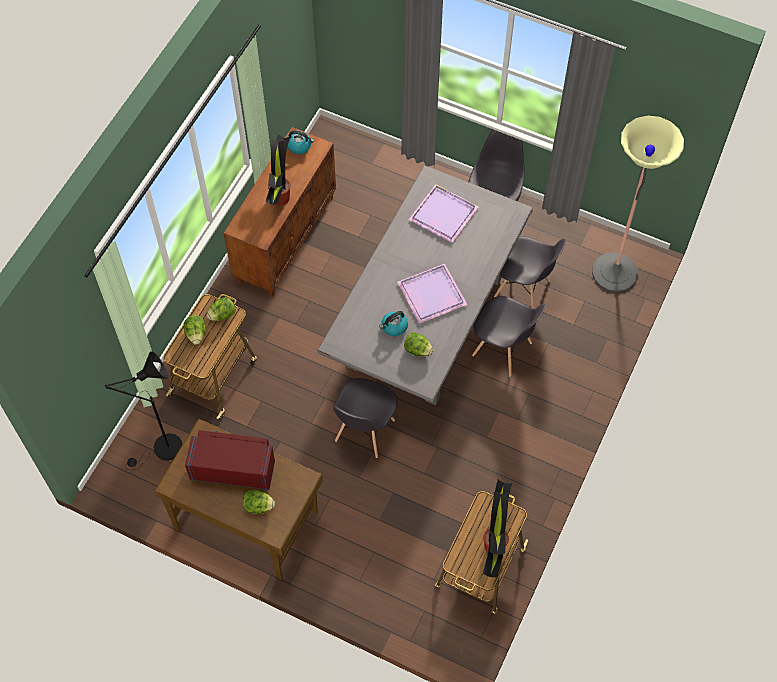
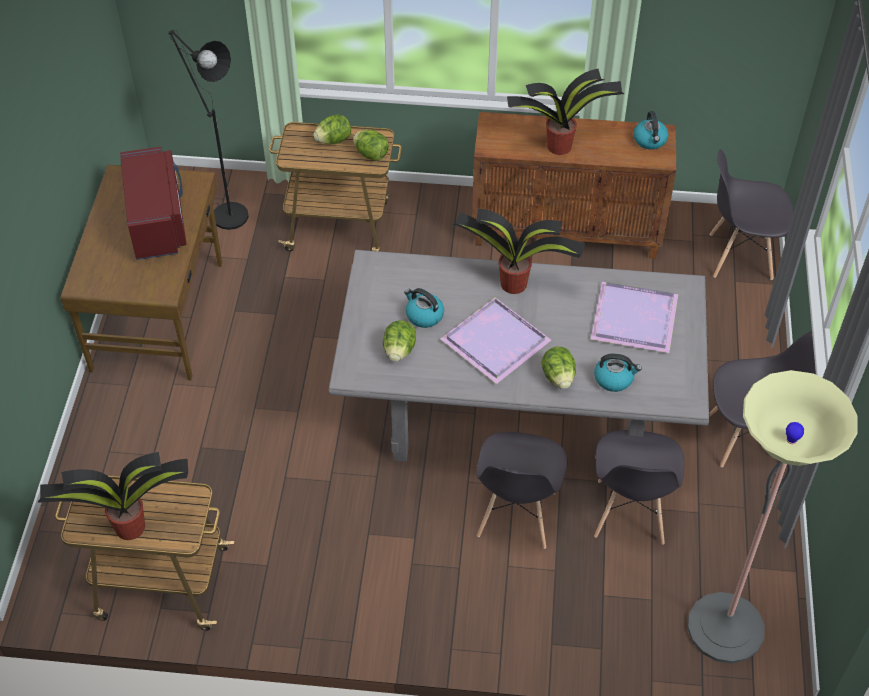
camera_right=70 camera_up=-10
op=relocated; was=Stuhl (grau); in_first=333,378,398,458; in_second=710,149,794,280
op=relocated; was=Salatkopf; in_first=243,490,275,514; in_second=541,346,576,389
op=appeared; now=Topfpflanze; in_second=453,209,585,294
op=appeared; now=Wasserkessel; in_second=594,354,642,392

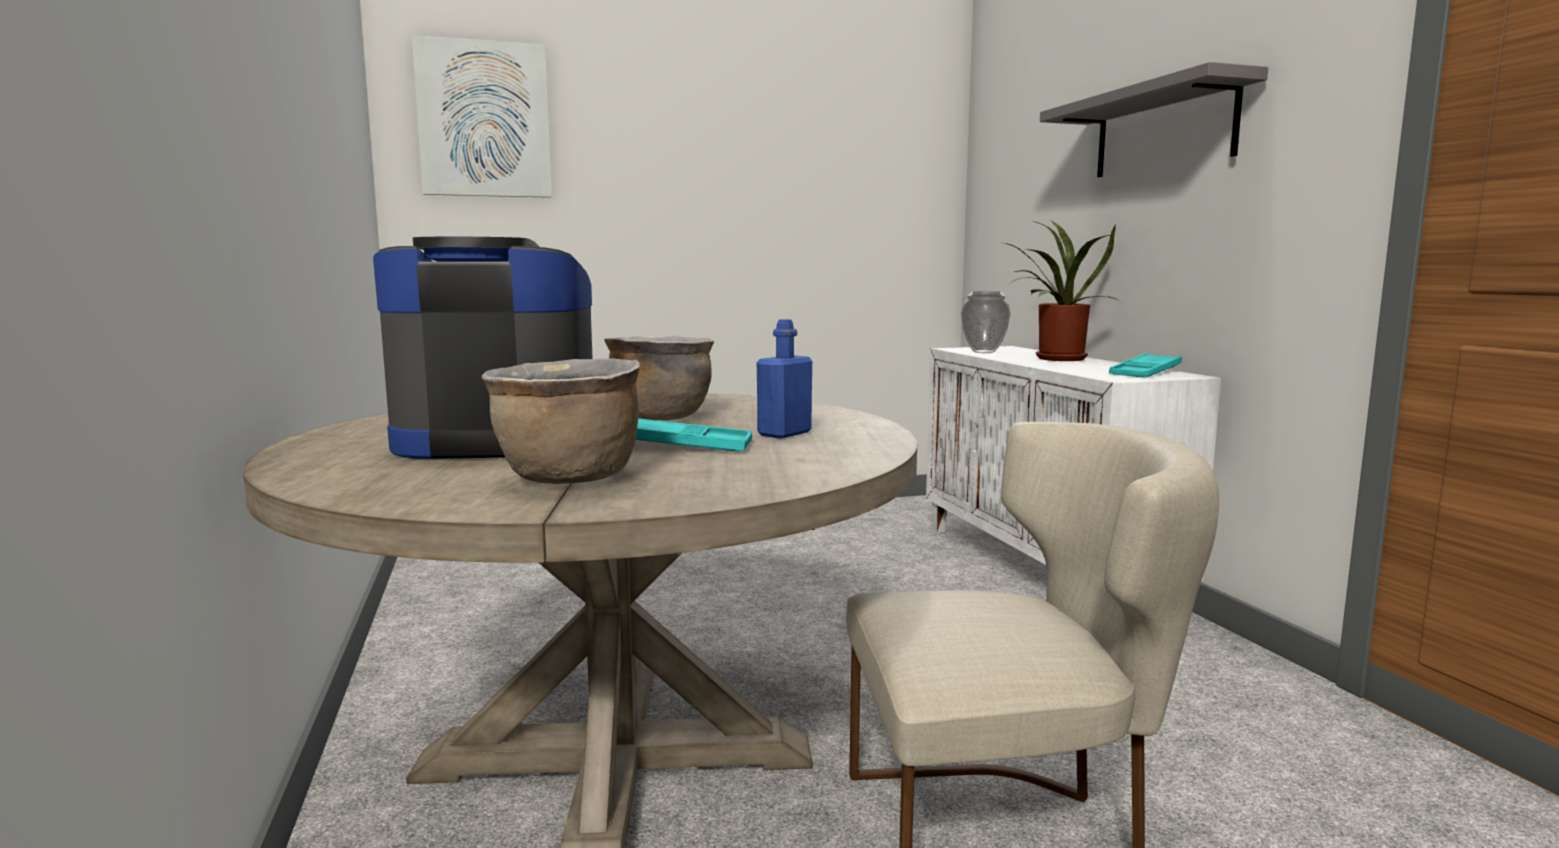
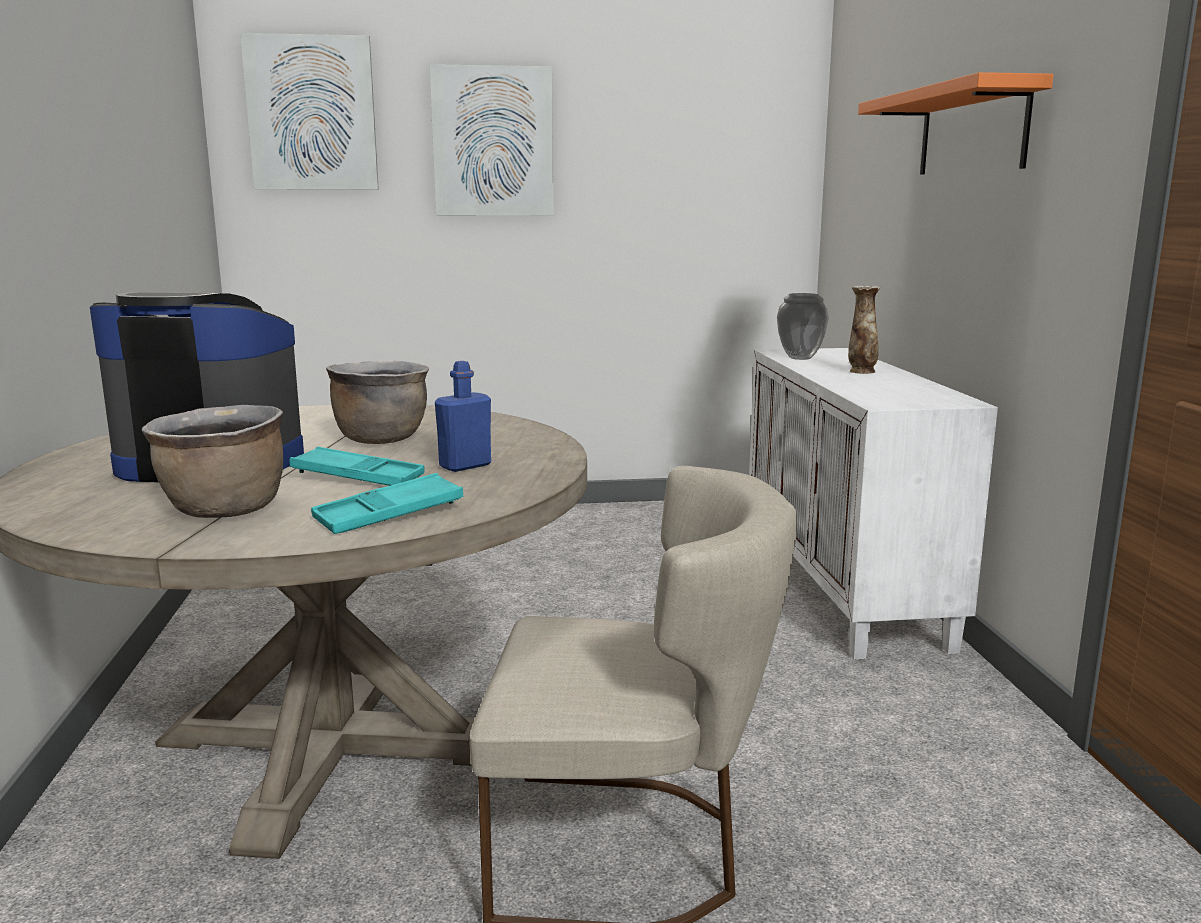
camera_right=10 camera_up=5
op=colour; was=Wandregal (grau); now=Wandregal (orange); in_first=1040,62,1268,177; in_second=858,72,1054,175
op=exchanged; was=Topfpflanze; now=Vase; in_first=1005,221,1119,361; in_second=848,286,880,374
op=relocated; was=Tablett (türkis); in_first=1109,353,1182,378; in_second=311,473,464,534
op=appeared; now=Bild; in_second=430,64,554,215

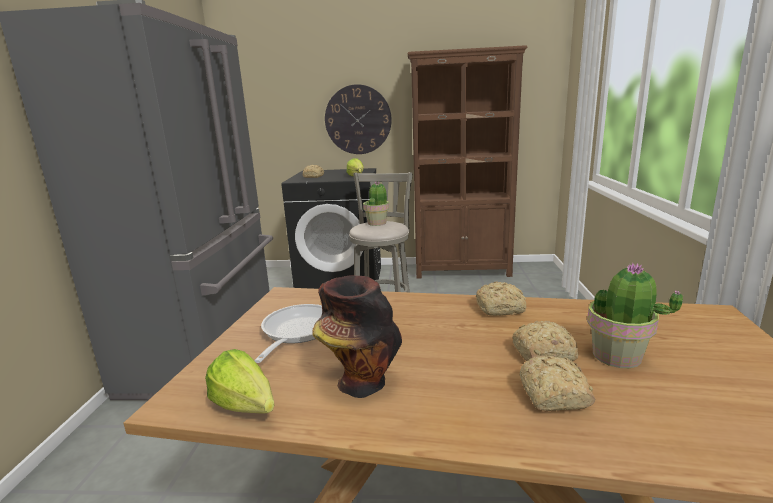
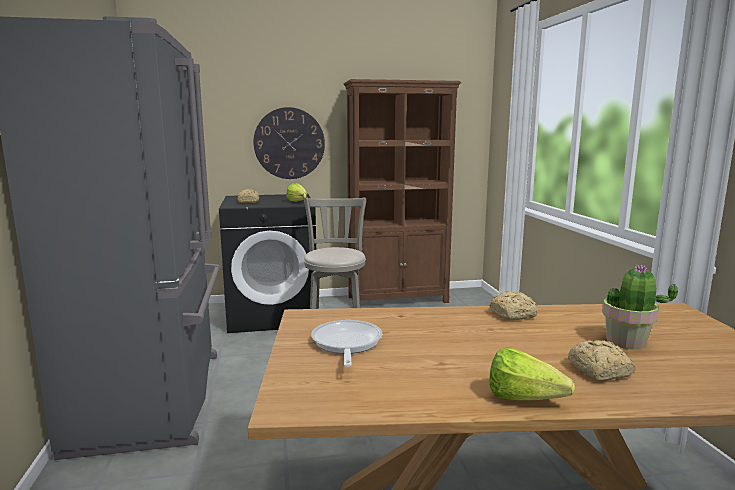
camera_right=-15 camera_up=-5
op=missing; was=Topfpflanze; in_first=363,181,389,226
op=missing; was=Vase; in_first=312,275,402,398
op=missing; was=Brot; in_first=512,321,579,361
op=relocated; was=Salatkopf; in_first=205,349,275,413; in_second=489,347,575,401

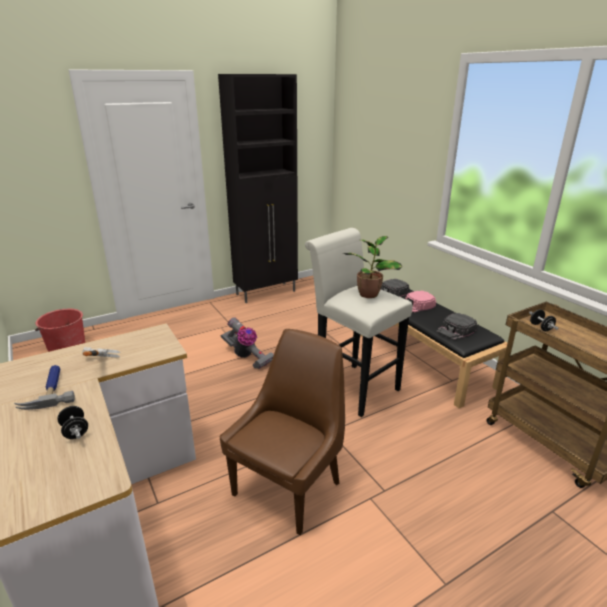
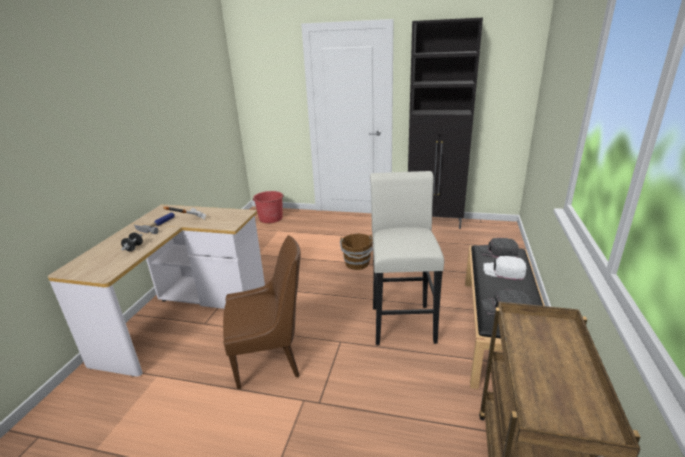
camera_right=45 camera_up=0
op=missing; was=Topfpflanze; in_first=344,236,403,298
op=colour; was=Kappe (rosa); now=Kappe (weiß); in_first=405,290,436,313; in_second=484,256,526,280
op=missing; was=Hantel (schwarz); in_first=529,310,559,331
op=exchanged; was=Staubsauger; now=Eimer (braun); in_first=221,317,274,369; in_second=340,233,373,270

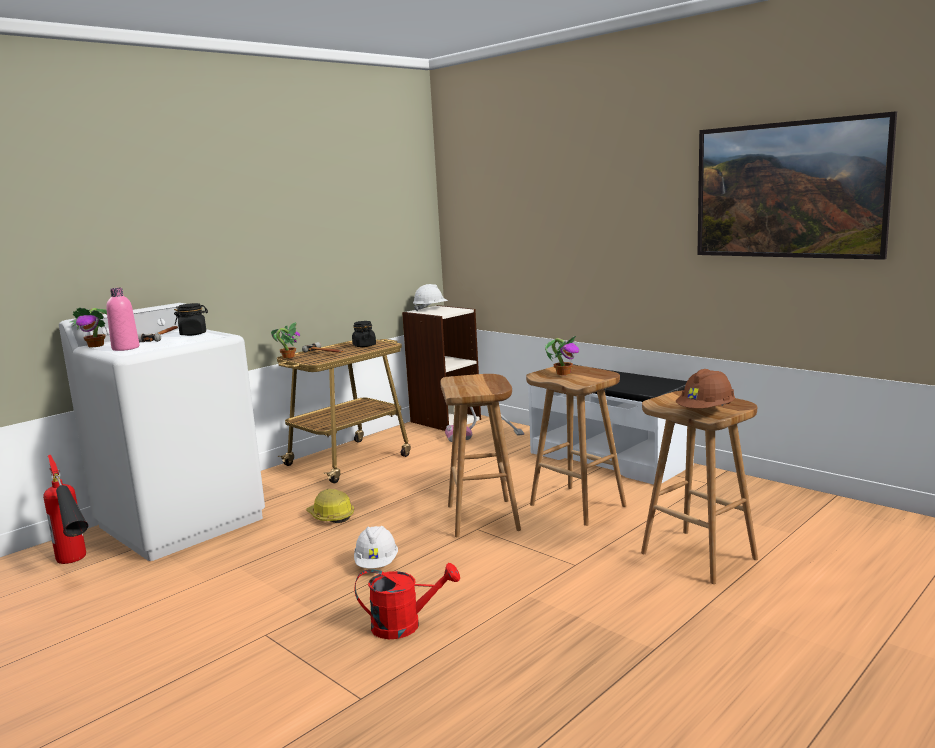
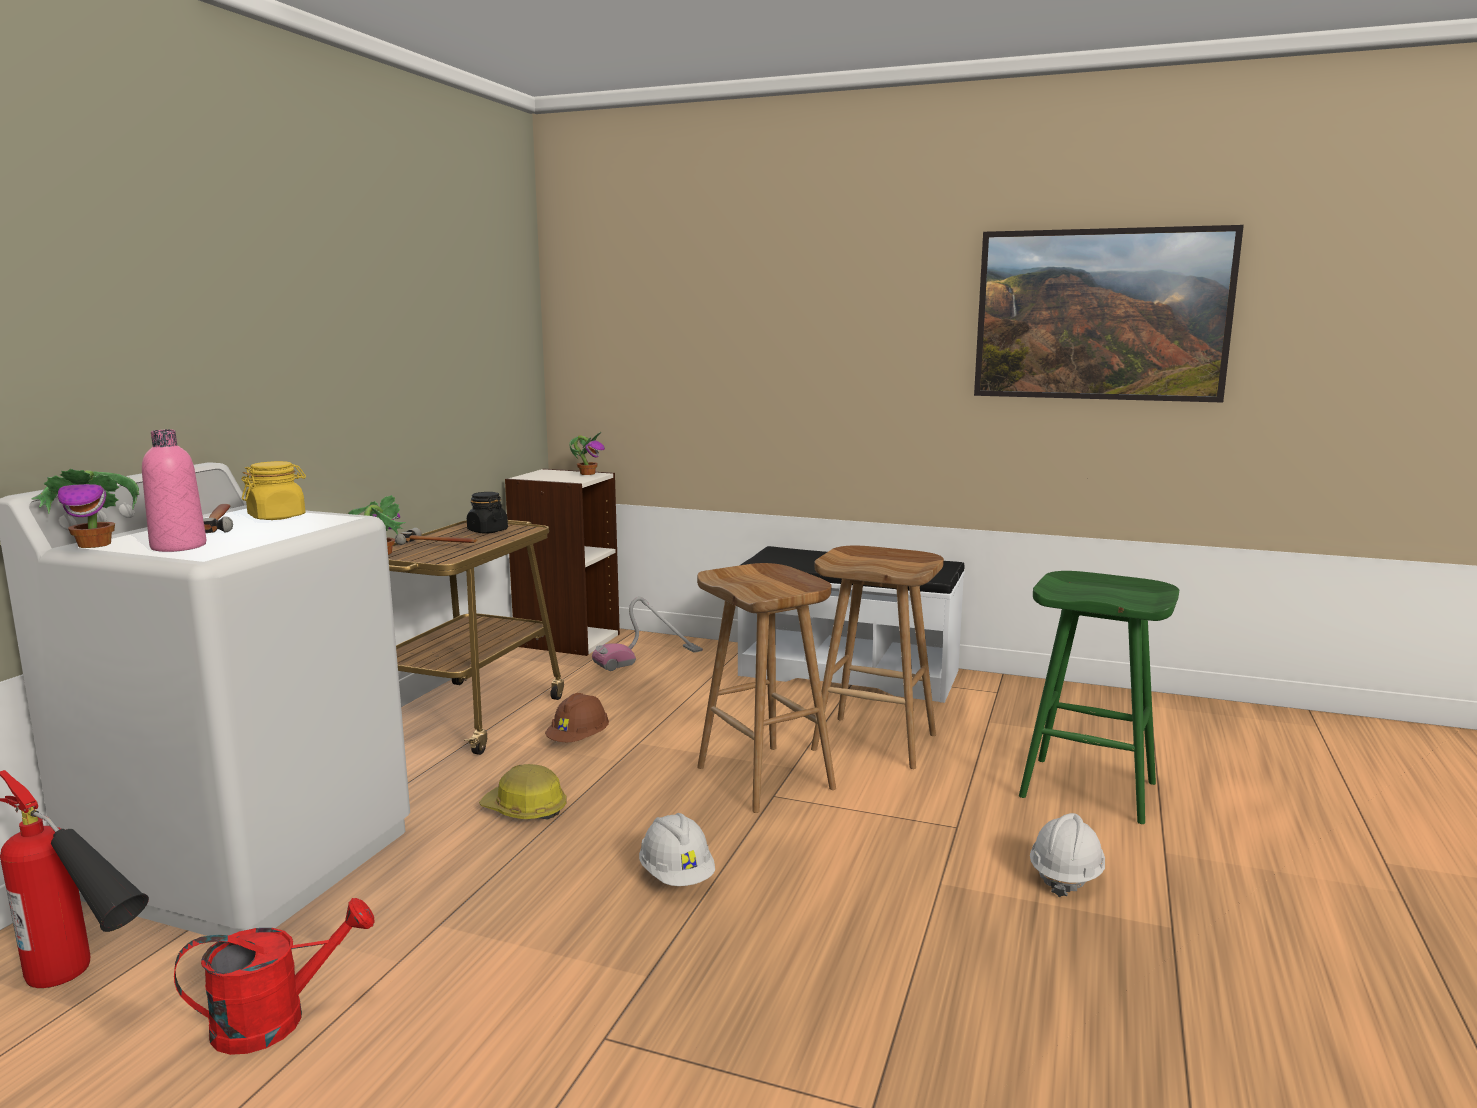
camera_right=-25 camera_up=0
op=relocated; was=Schutzhelm (weiß); in_first=413,284,448,311; in_second=1030,813,1105,897
op=colour; was=Vorratsglas (schwarz); now=Vorratsglas (gelb); in_first=174,303,208,336; in_second=242,461,306,520
op=relocated; was=Topfpflanze; in_first=545,336,579,375; in_second=569,432,605,475
op=relocated; was=Schutzhelm (braun); in_first=676,369,735,409; in_second=545,693,609,742
op=colour; was=Hocker (braun); now=Hocker (grün); in_first=641,391,758,584; in_second=1019,571,1179,824
op=relocated; was=Gießkanne (rot); in_first=354,563,460,639; in_second=174,898,375,1055

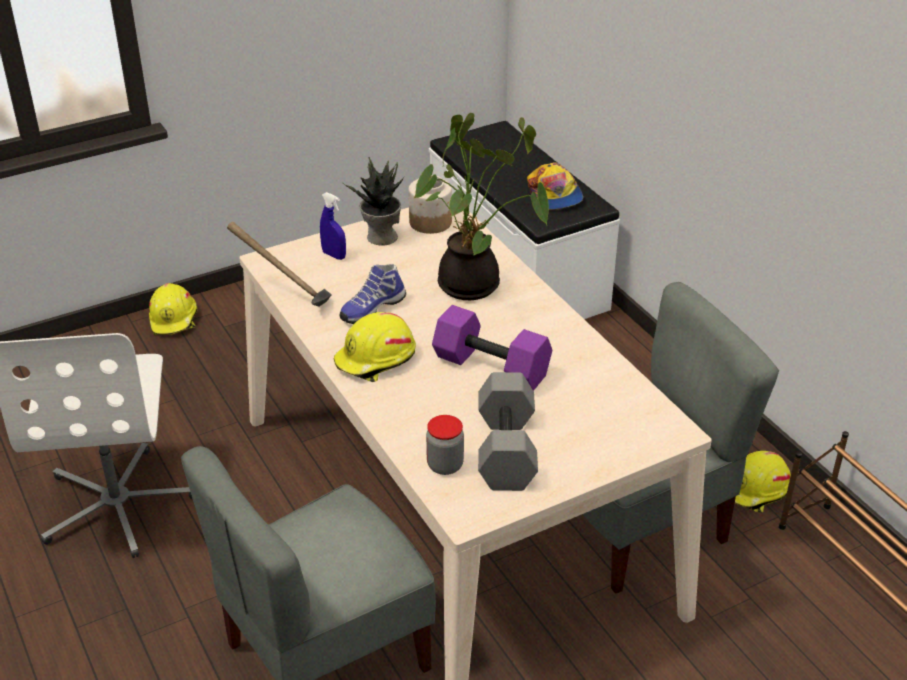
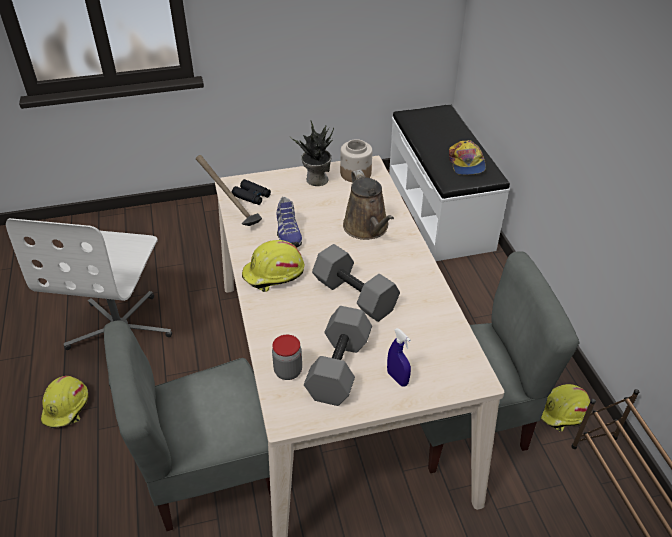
camera_right=15 camera_up=5
op=exchanged; was=Topfpflanze; now=Gießkanne (braun); in_first=413,113,549,300; in_second=343,170,394,240
op=relocated; was=Sprühflasche (blau); in_first=320,192,346,260; in_second=387,328,411,387
op=spun; was=Schuh; in_first=340,264,406,324; in_second=277,197,302,248; clockwise=-75
op=relocated; was=Schutzhelm (gelb); in_first=149,283,197,335; in_second=41,376,88,428
op=colour; was=Hantel (lila); now=Hantel (grau); in_first=432,305,552,391; in_second=312,244,400,322
op=appeared; now=Fernglas (schwarz); in_second=232,179,271,205

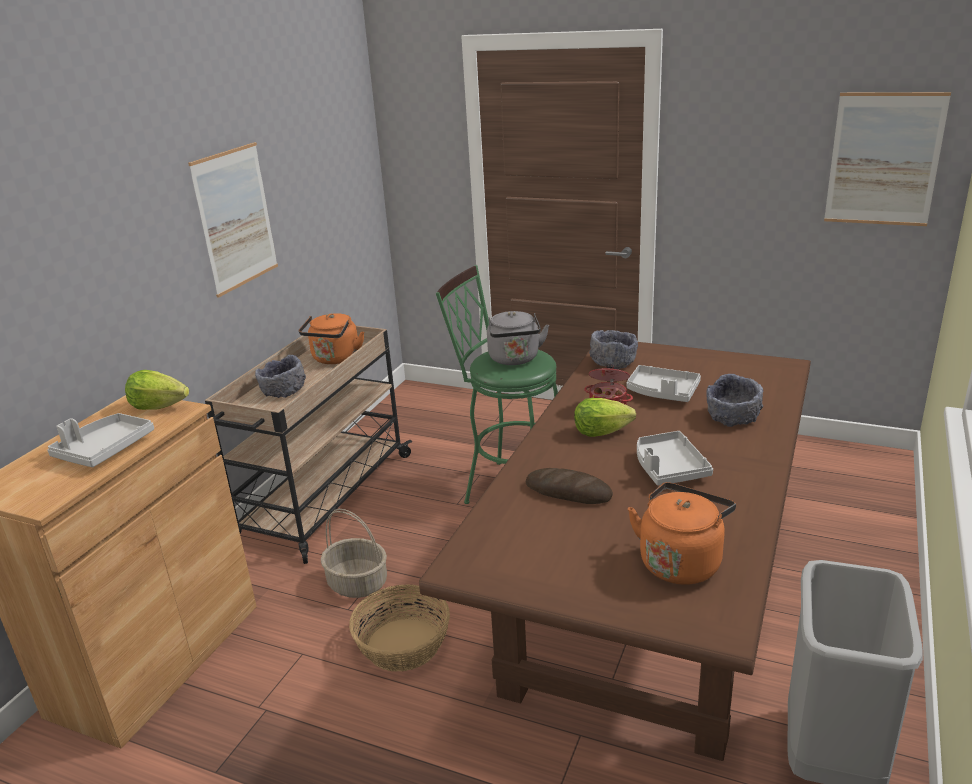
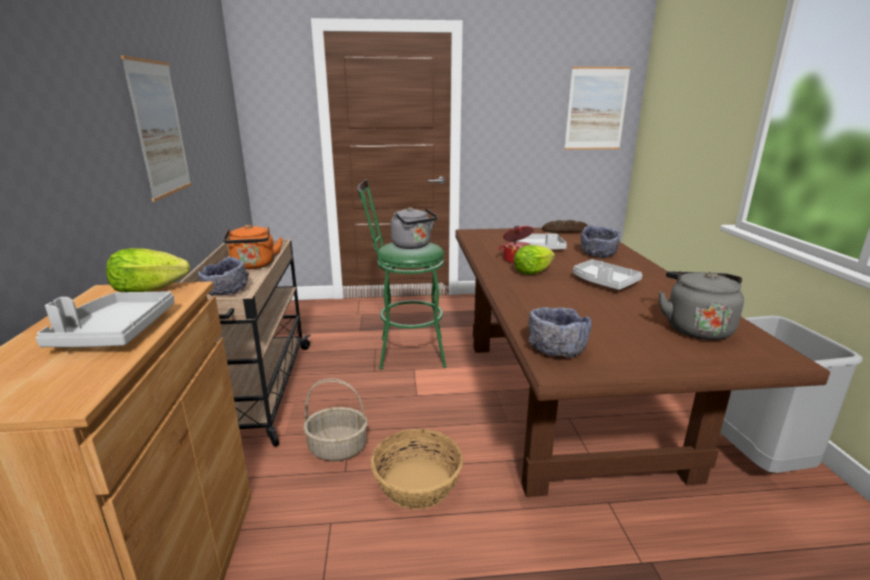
camera_right=-30 camera_up=-5
op=relocated; was=Schüssel (grau); in_first=589,330,638,369; in_second=528,307,592,358
op=relocated; was=Brot; in_first=526,468,613,504; in_second=542,220,588,233
op=colour; was=Wasserkessel (orange); now=Wasserkessel (grau); in_first=628,482,736,585; in_second=659,271,744,340

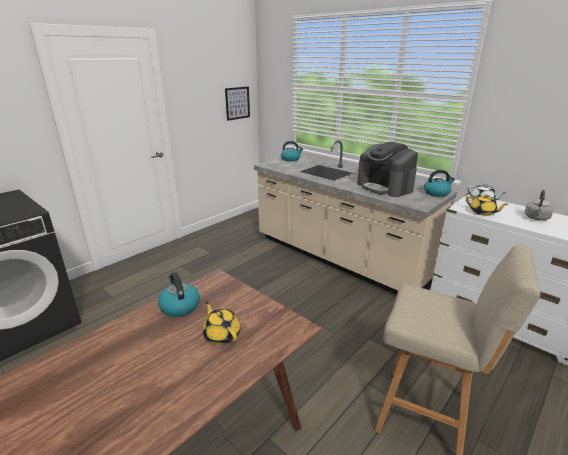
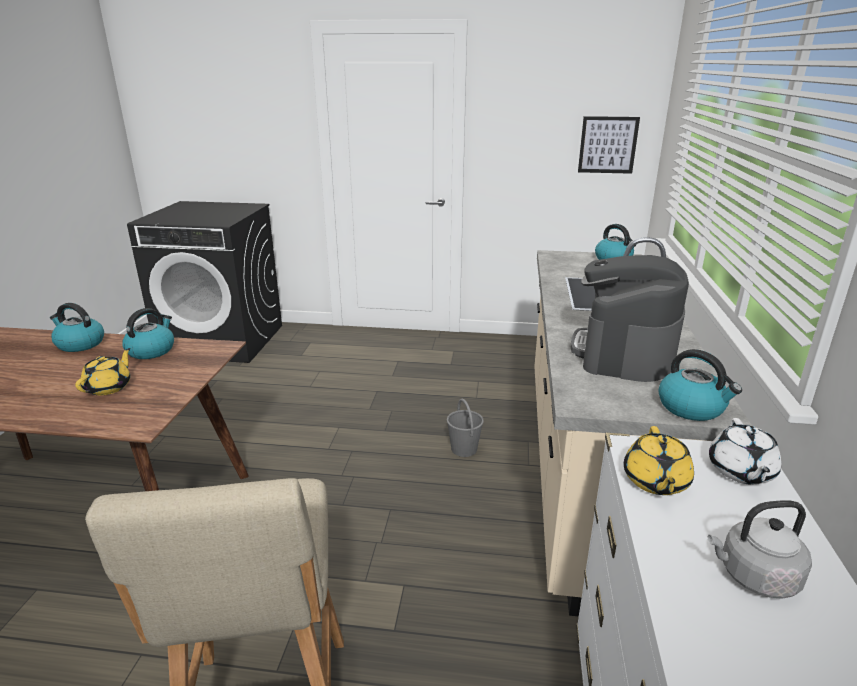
camera_right=55 camera_up=0
op=appeared; now=Wasserkessel; in_second=50,303,104,352
op=appeared; now=Eimer (grau); in_second=447,399,484,457

